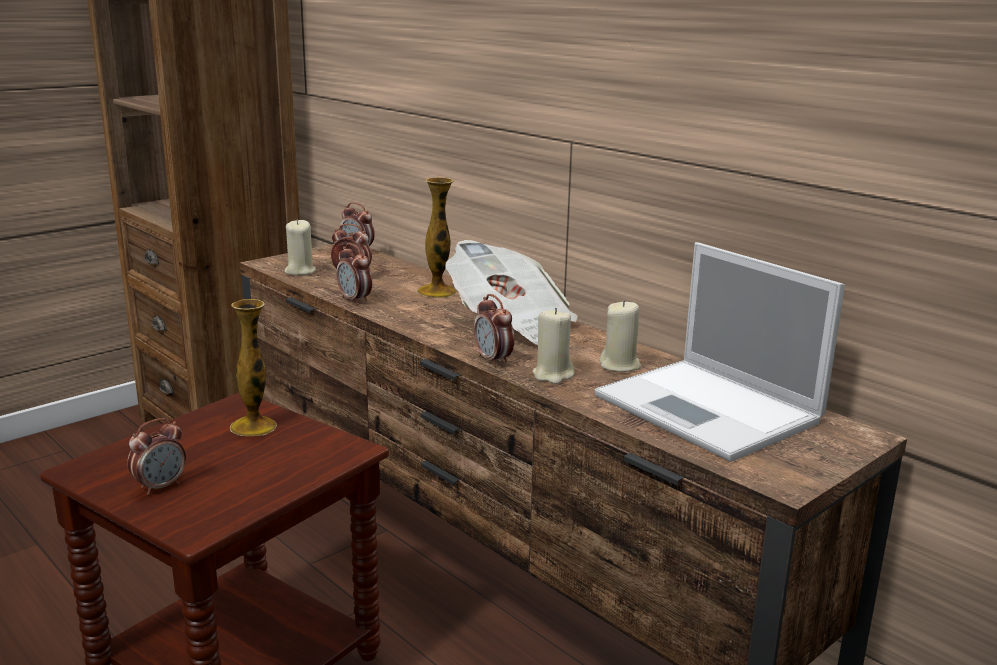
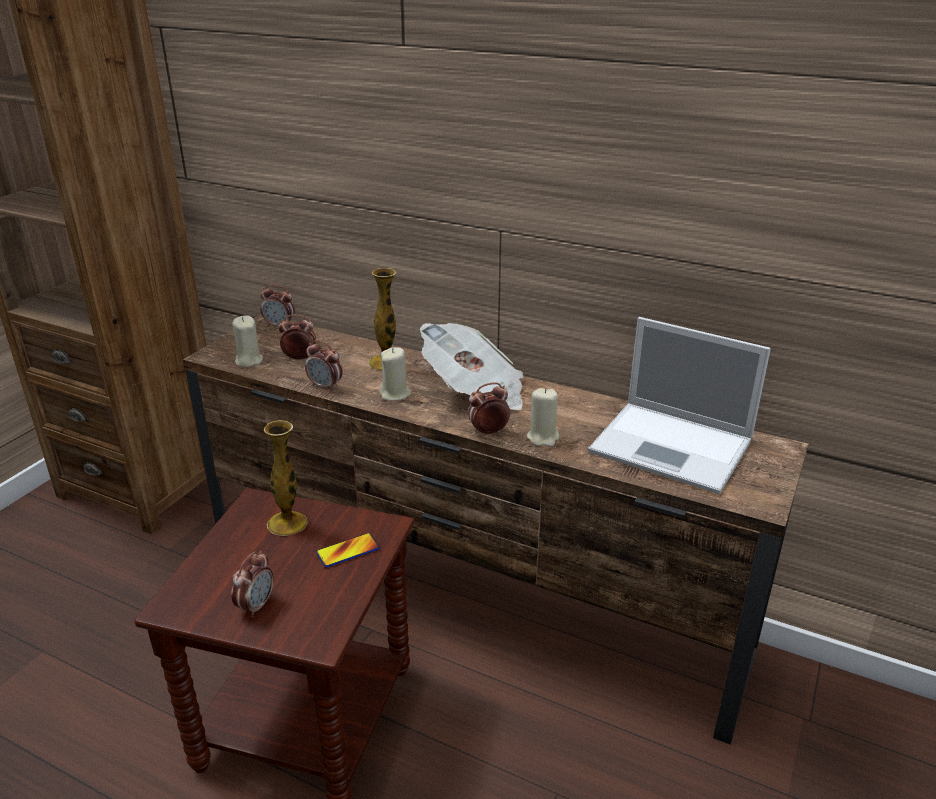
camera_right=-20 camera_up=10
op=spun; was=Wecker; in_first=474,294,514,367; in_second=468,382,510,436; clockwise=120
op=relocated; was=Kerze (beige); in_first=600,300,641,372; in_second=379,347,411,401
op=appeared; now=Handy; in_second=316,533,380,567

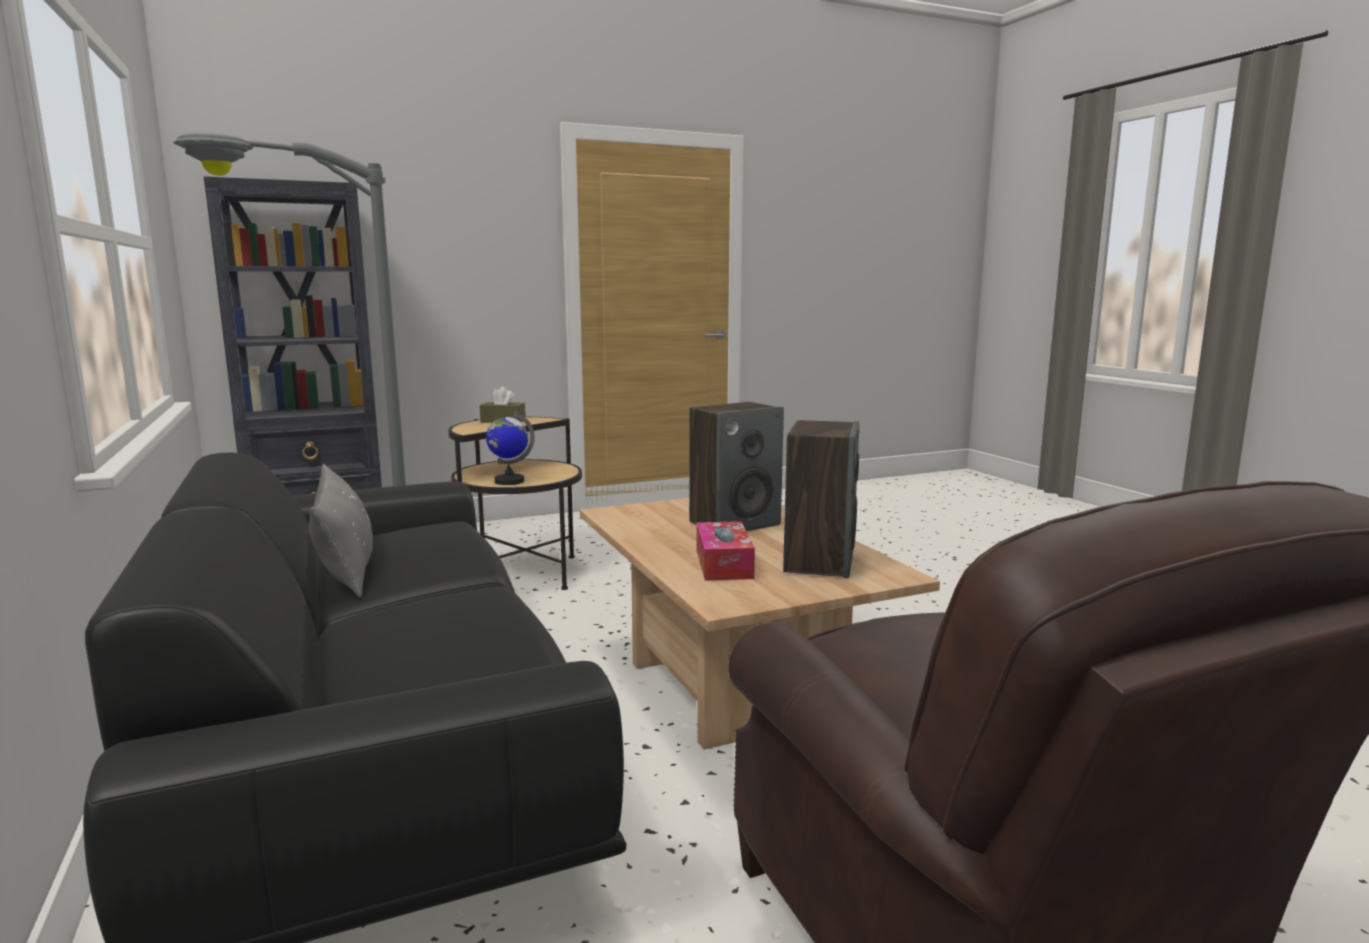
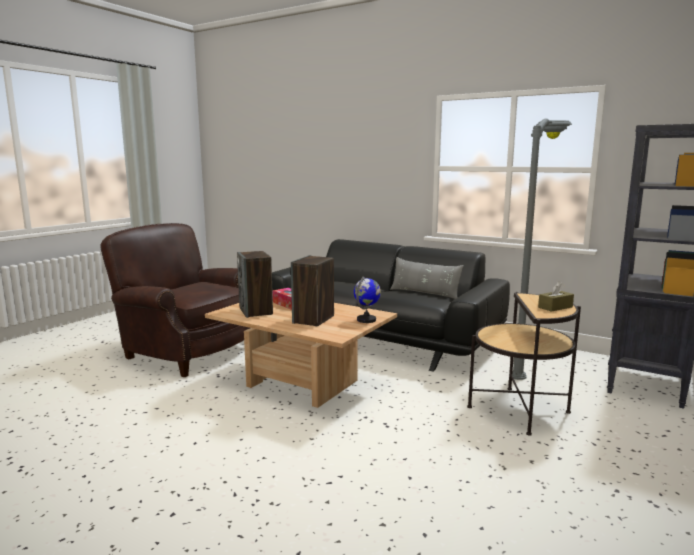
camera_right=145 camera_up=0
op=relocated; was=Globus; in_first=486,412,535,485; in_second=354,276,381,323

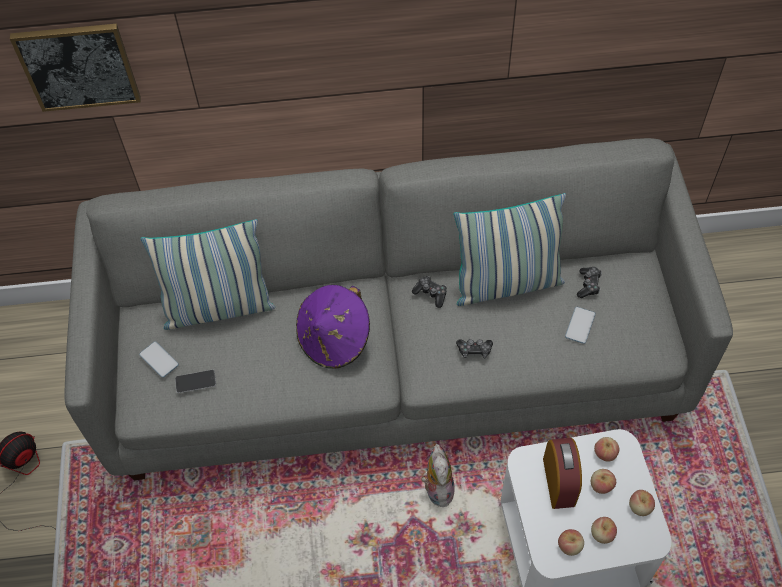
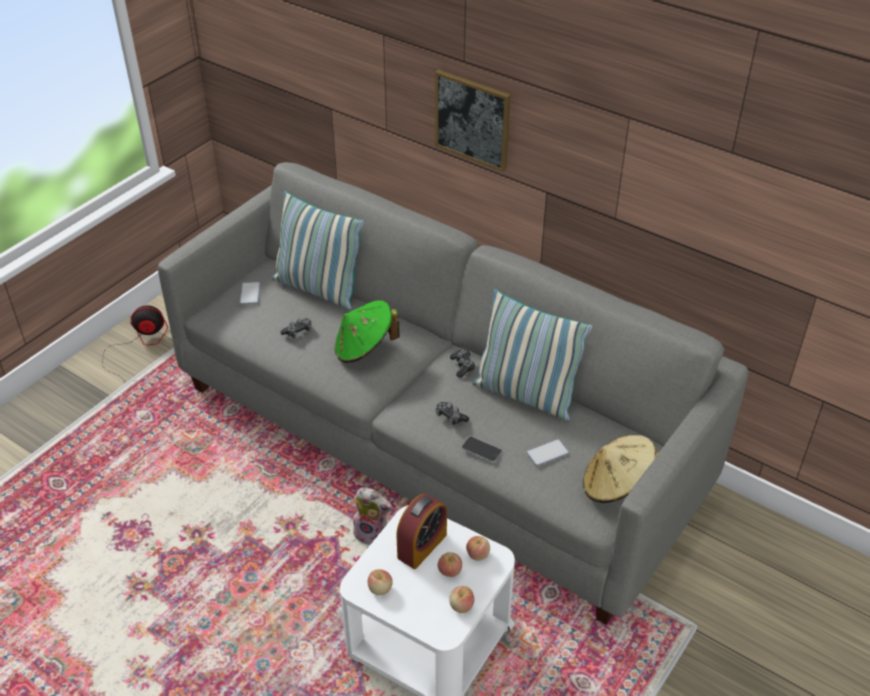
camera_right=40 camera_up=-15
op=relocated; was=Bild; in_first=10,24,141,112; in_second=435,70,511,172
op=relocated; was=Gamepad; in_first=577,267,602,298; in_second=281,318,311,338
op=colour; was=Hut (lila); now=Hut (grün); in_first=296,285,370,369; in_second=335,301,400,363
op=relocated; was=Handy; in_first=175,370,216,393; in_second=461,436,502,462
op=spun; was=Plüschtier; in_first=421,444,455,507; in_second=353,487,392,545; clockwise=75
op=missing; was=Apfel; in_first=591,517,617,544
op=appeared; now=Hut (beige); in_second=583,435,659,503

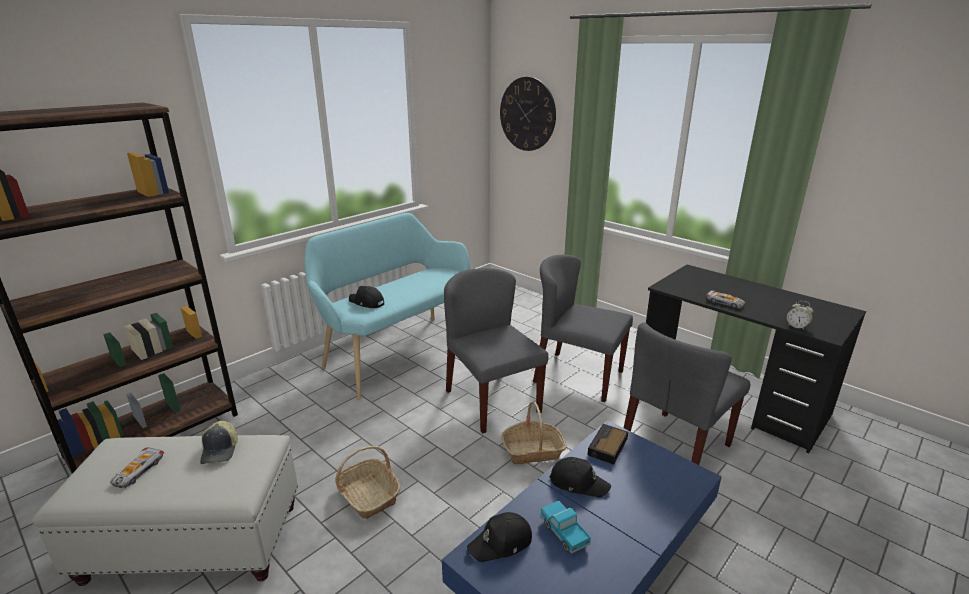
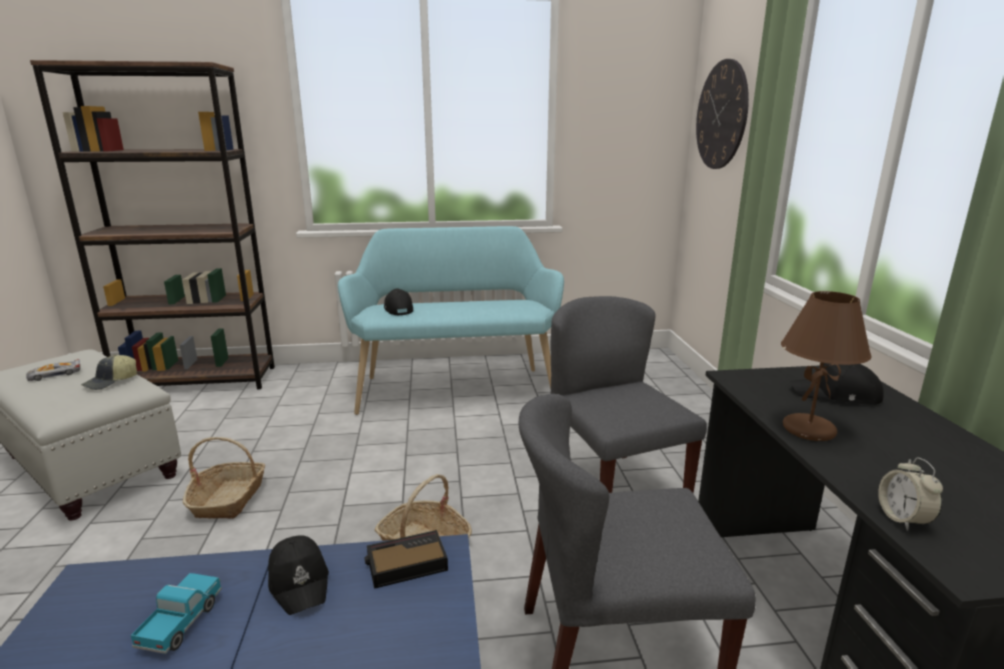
camera_right=40 camera_up=-5
op=missing; was=Stuhl (grau); in_first=444,268,548,434
op=exchanged; was=Spielzeugauto; now=Tischlampe (braun); in_first=706,290,745,309; in_second=781,291,871,441
op=relocated; was=Kappe (schwarz); in_first=467,512,532,562; in_second=790,363,884,405

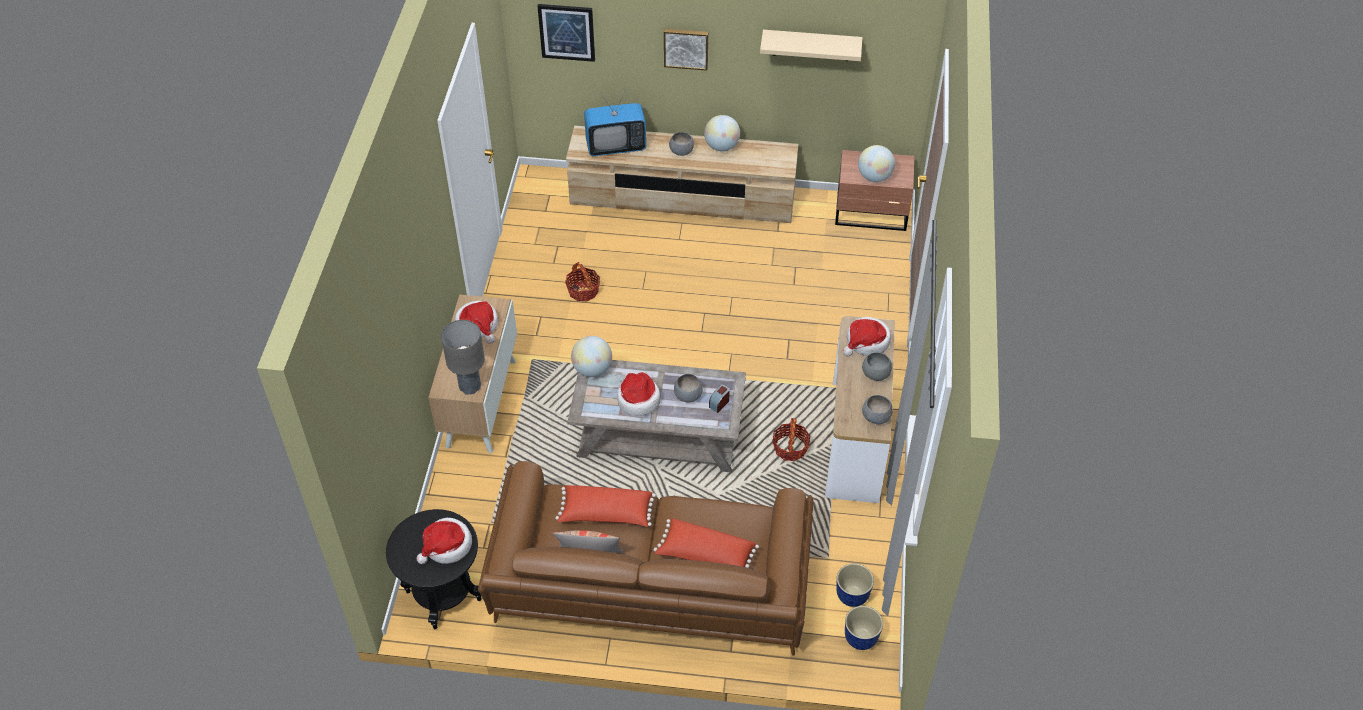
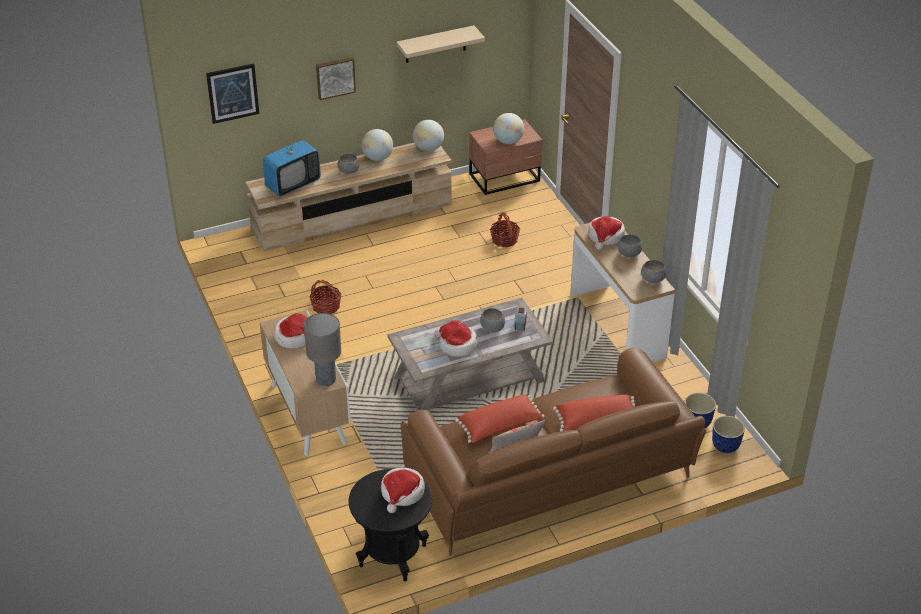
camera_right=-30 camera_up=-10
op=relocated; was=Globus; in_first=571,336,612,377; in_second=413,120,444,151
op=relocated; was=Korb; in_first=772,418,811,461; in_second=490,212,520,247

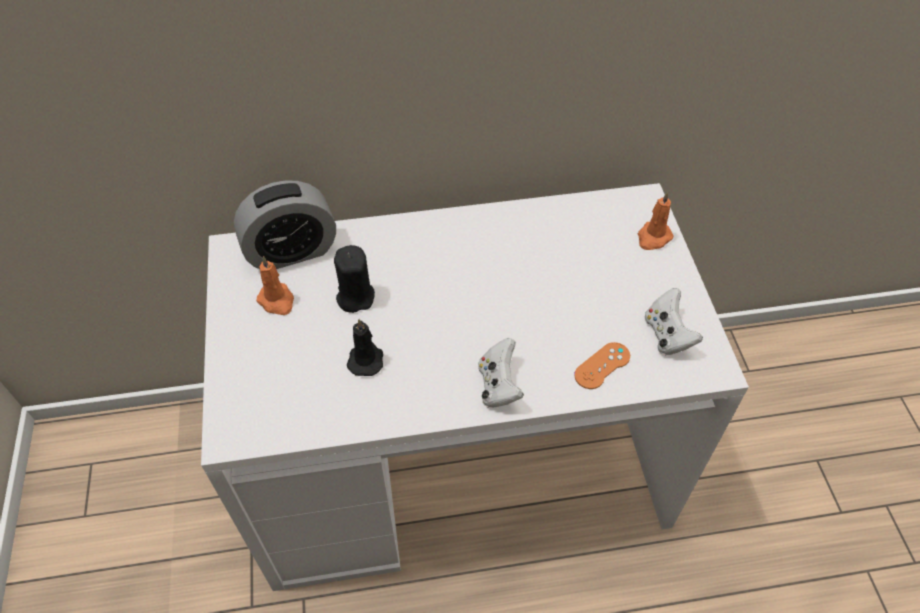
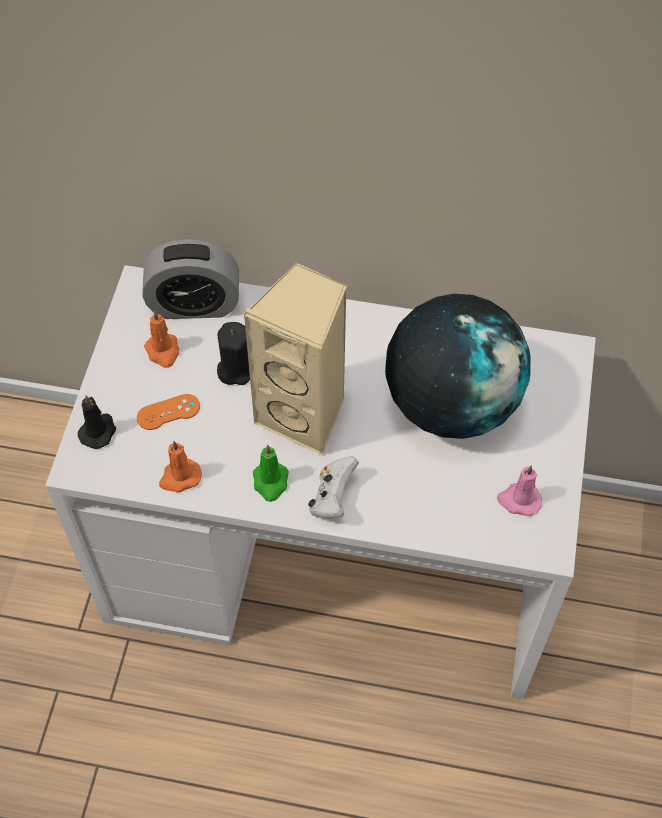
camera_right=20 camera_up=5
op=relocated; was=Kerze (orange); in_first=638,191,673,250; in_second=159,441,202,492
op=exchanged; was=Gamepad (weiß); now=Kerze (rosa); in_first=645,288,703,355; in_second=497,465,542,516
op=relocated; was=Kerze (schwarz); in_first=347,319,383,376; in_second=78,395,116,449
op=relocated; was=Gamepad (orange); in_first=574,342,630,389; in_second=137,394,200,430
op=appeared; now=Lautsprecher (beige); in_second=242,263,347,455
op=appeared; now=Globus; in_second=385,294,530,439
op=appeared; now=Kerze (grün); in_second=253,445,289,502

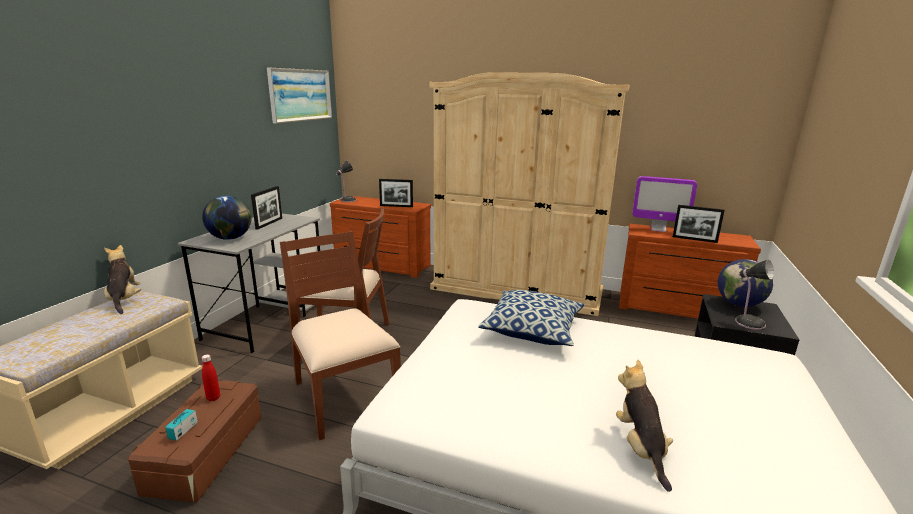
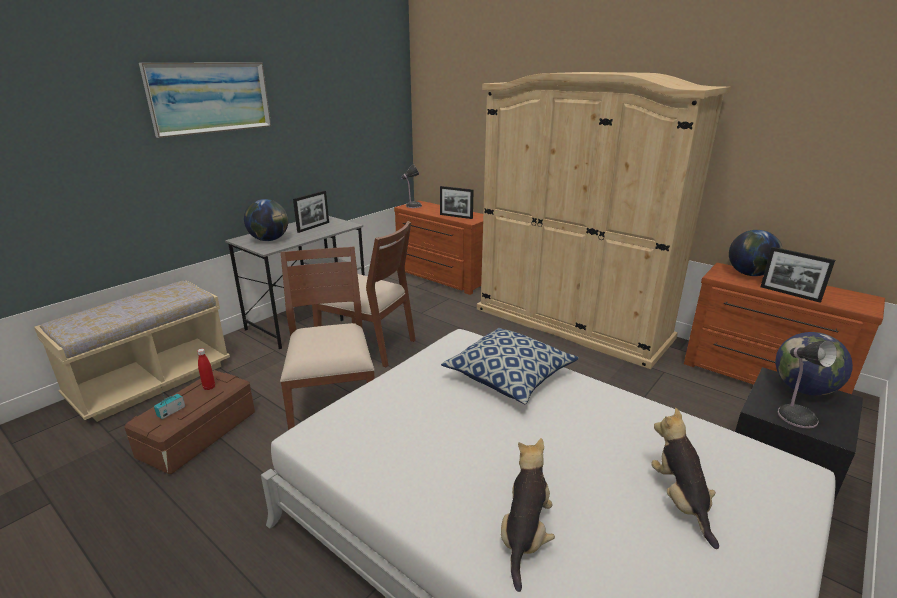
camera_right=20 camera_up=5
op=relocated; was=Bild; in_first=267,68,332,124; in_second=139,62,271,138
op=exchanged; was=Monitor; now=Globus; in_first=632,176,697,232; in_second=729,230,783,276
op=relocated; was=Plüschtier; in_first=104,245,141,314; in_second=651,408,719,549

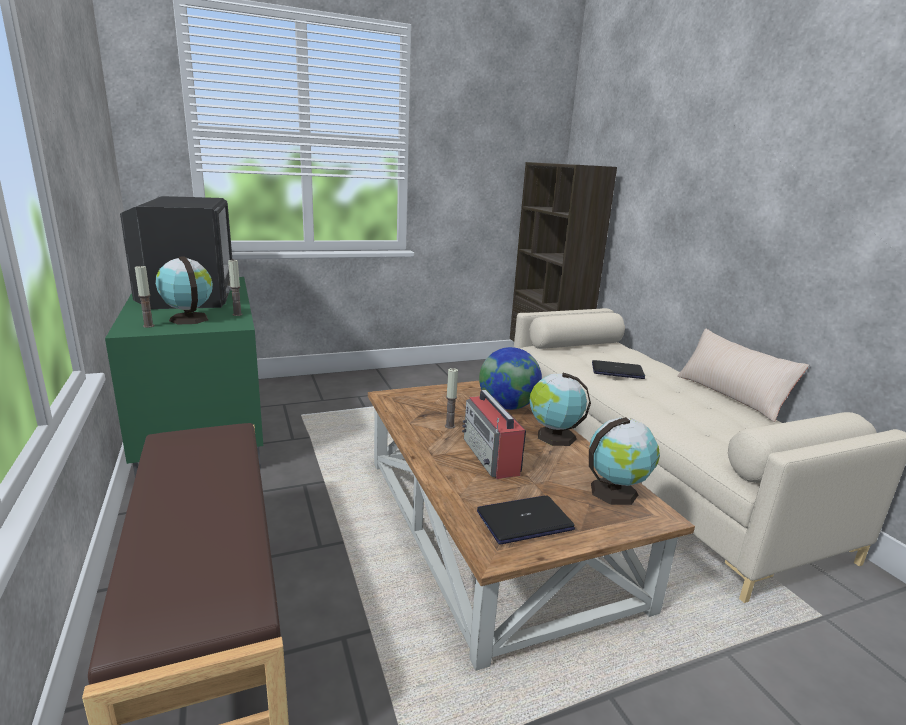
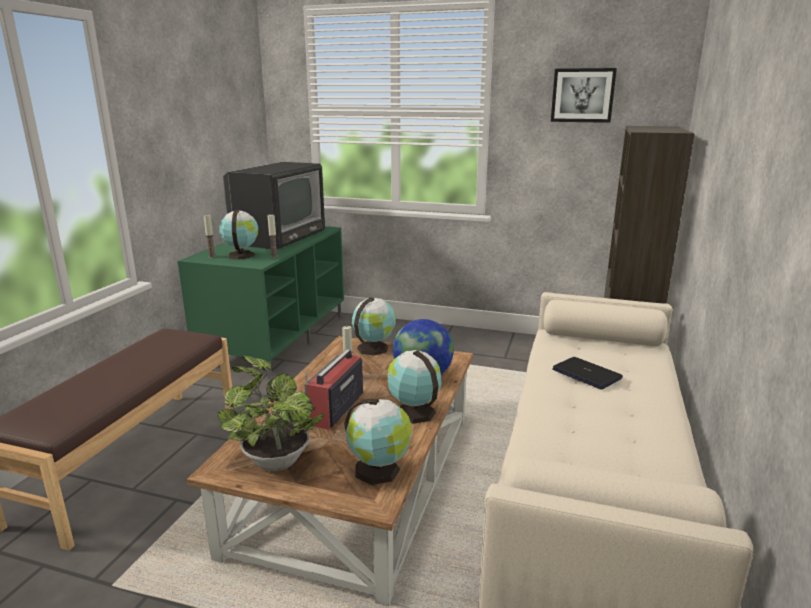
camera_right=40 camera_up=0
op=missing; was=Kissen (beige); in_first=677,328,809,422
op=exchanged; was=Laptop; now=Topfpflanze; in_first=477,495,575,545; in_second=218,356,324,471
op=appeared; now=Bild; in_second=551,68,617,123
op=appeared; now=Globus; in_second=352,297,396,356

